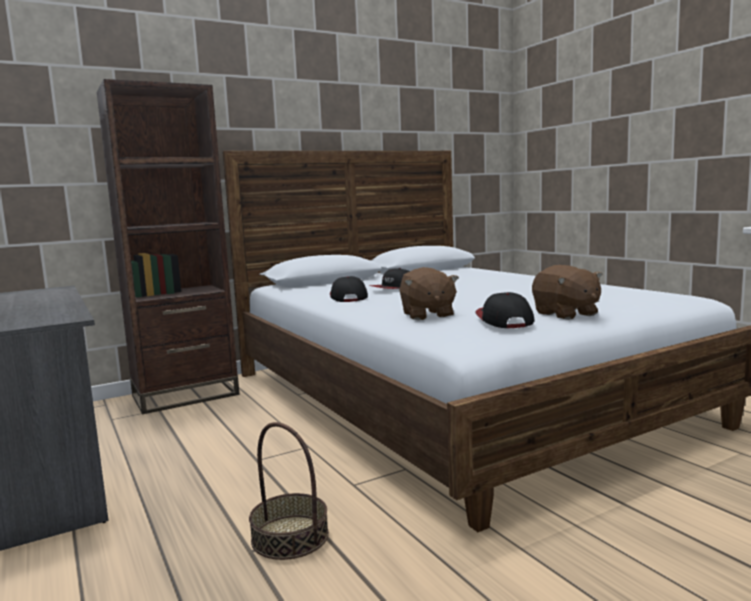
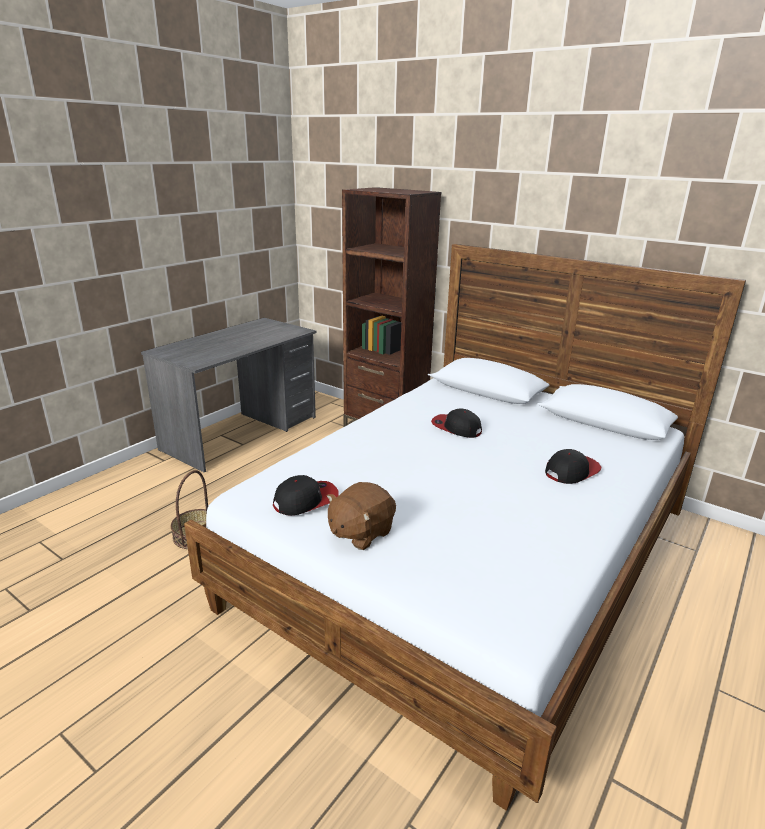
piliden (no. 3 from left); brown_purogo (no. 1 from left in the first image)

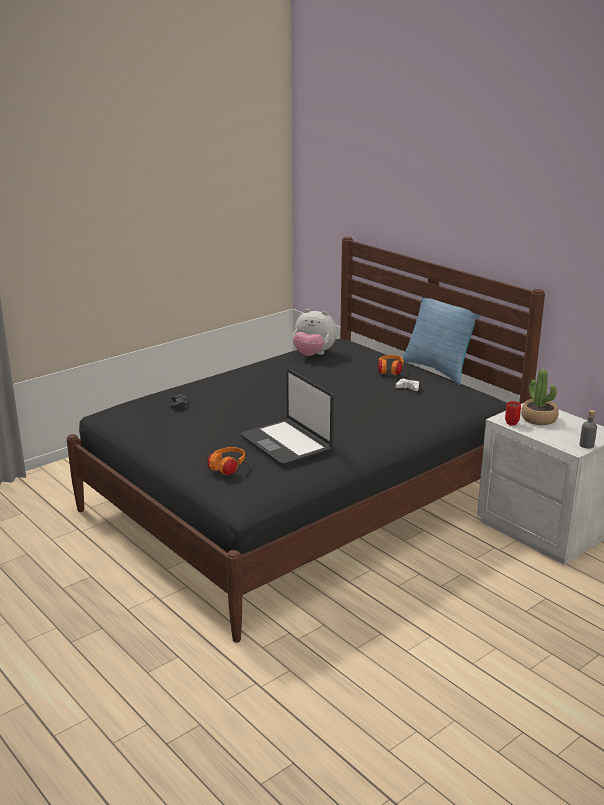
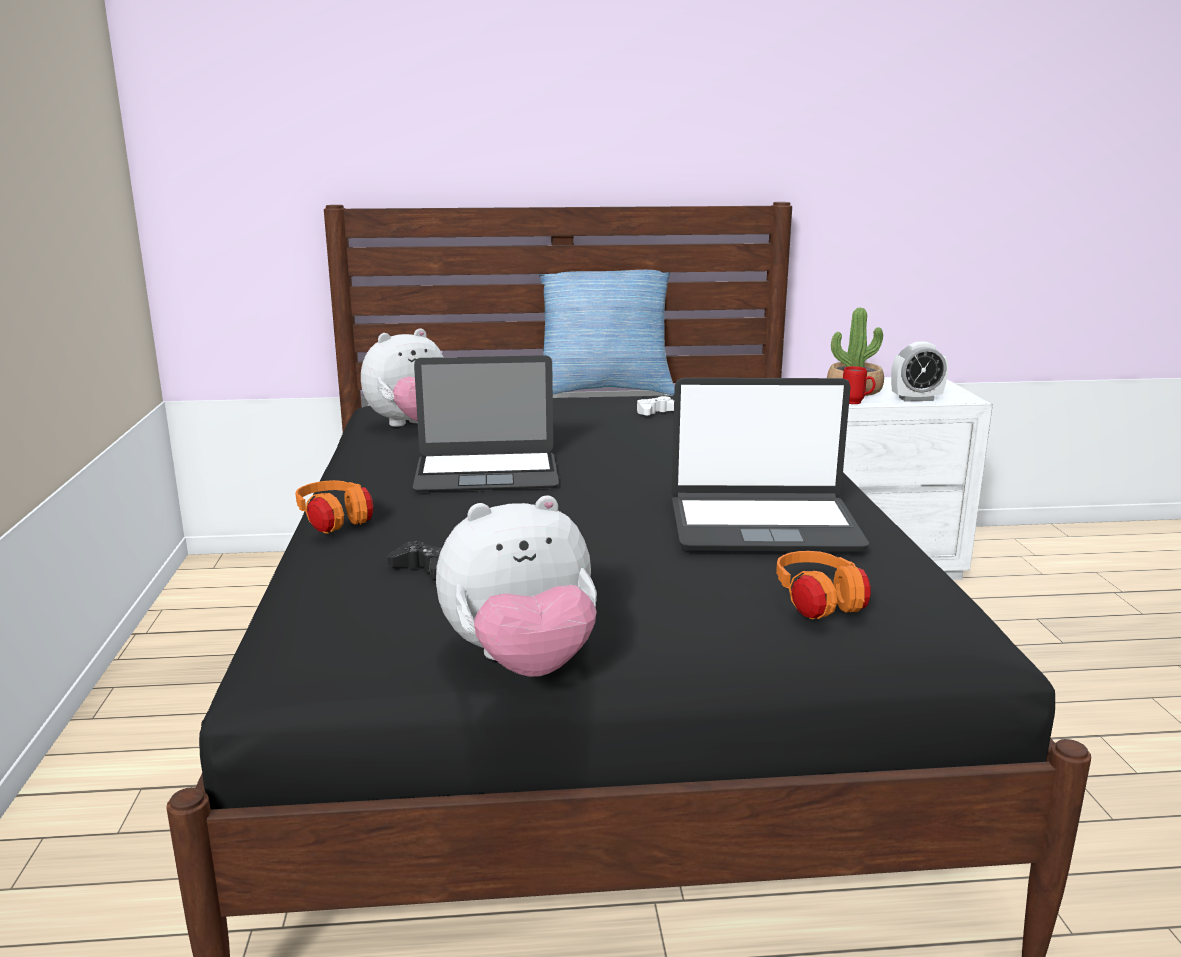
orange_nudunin (no. 1 from left); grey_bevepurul; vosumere (no. 1 from left); purogo (no. 2 from left); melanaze

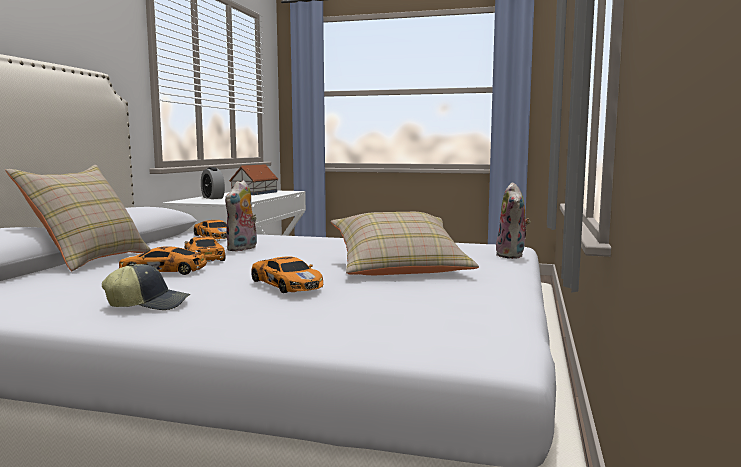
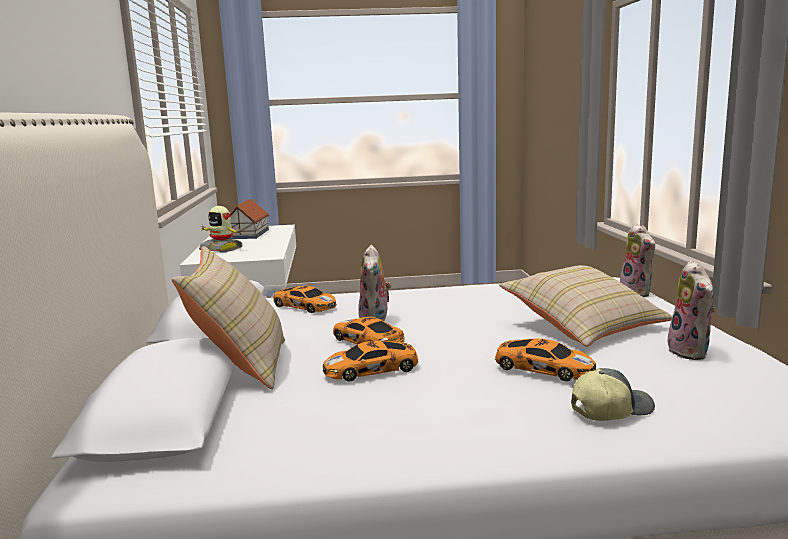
piliden; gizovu; purogo (no. 3 from left)

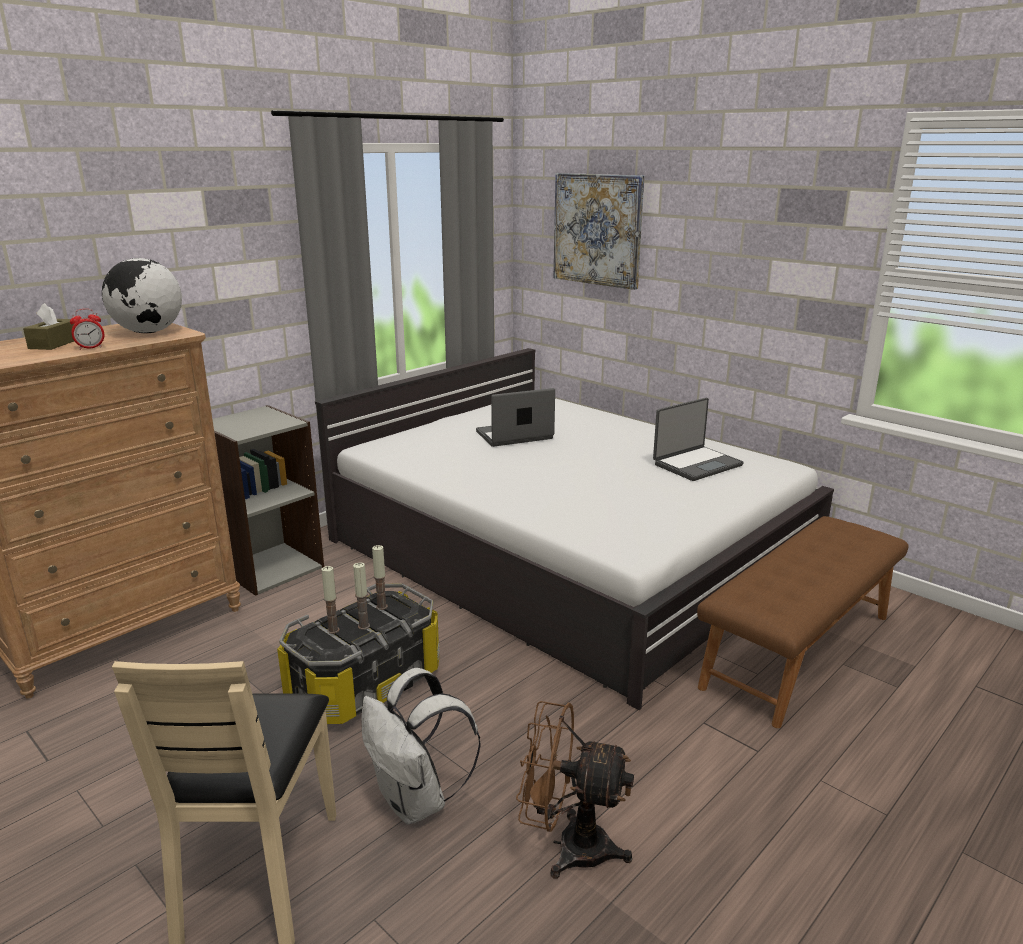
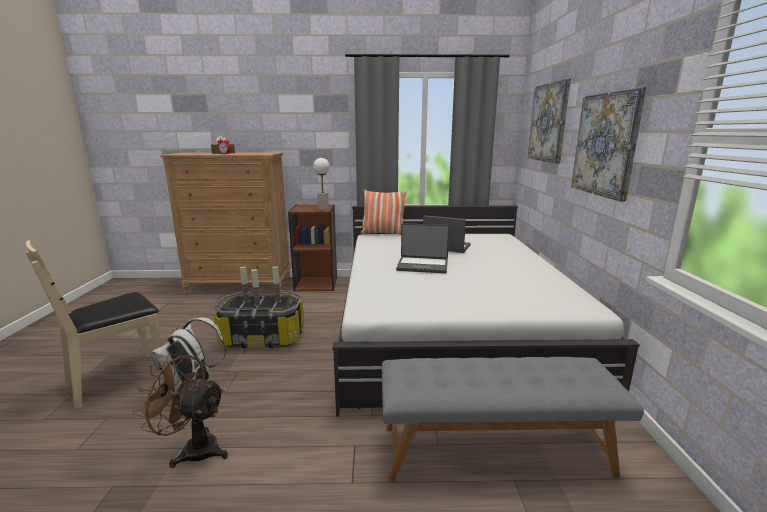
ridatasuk; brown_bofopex; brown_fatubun; vosumere (no. 1 from left); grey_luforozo; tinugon; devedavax; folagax (no. 2 from left)

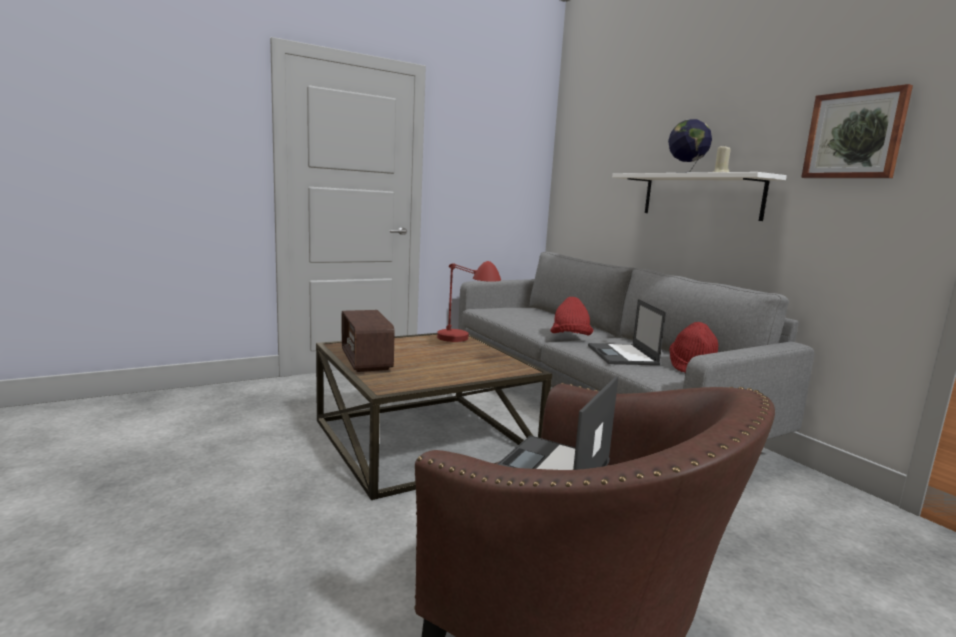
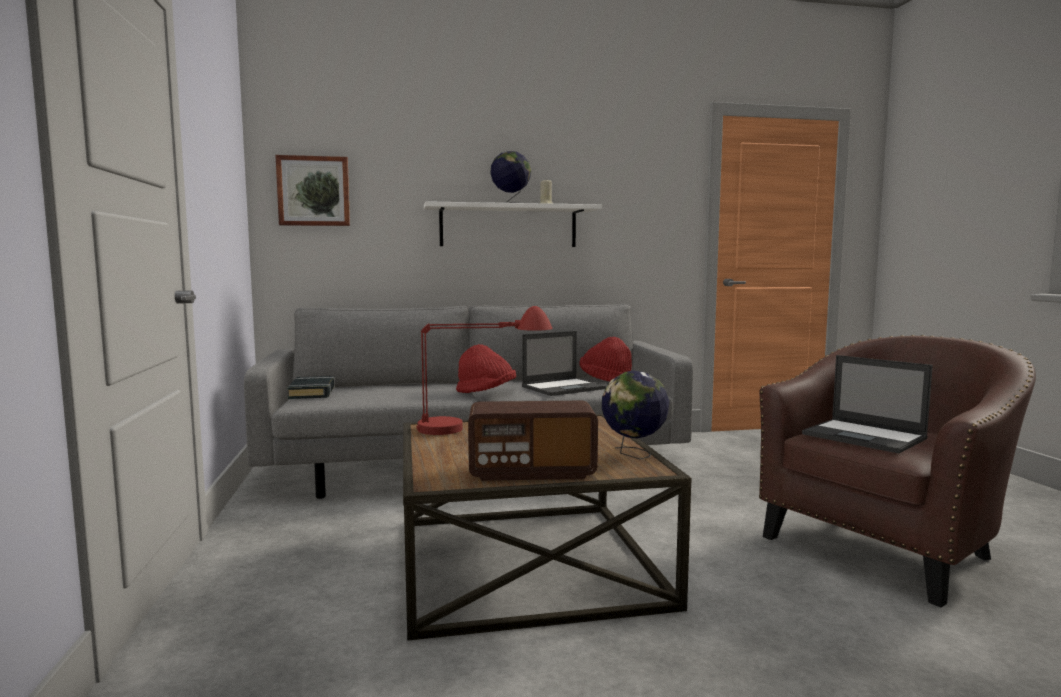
vosumere (no. 1 from left); folagax; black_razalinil; ridatasuk (no. 2 from left)

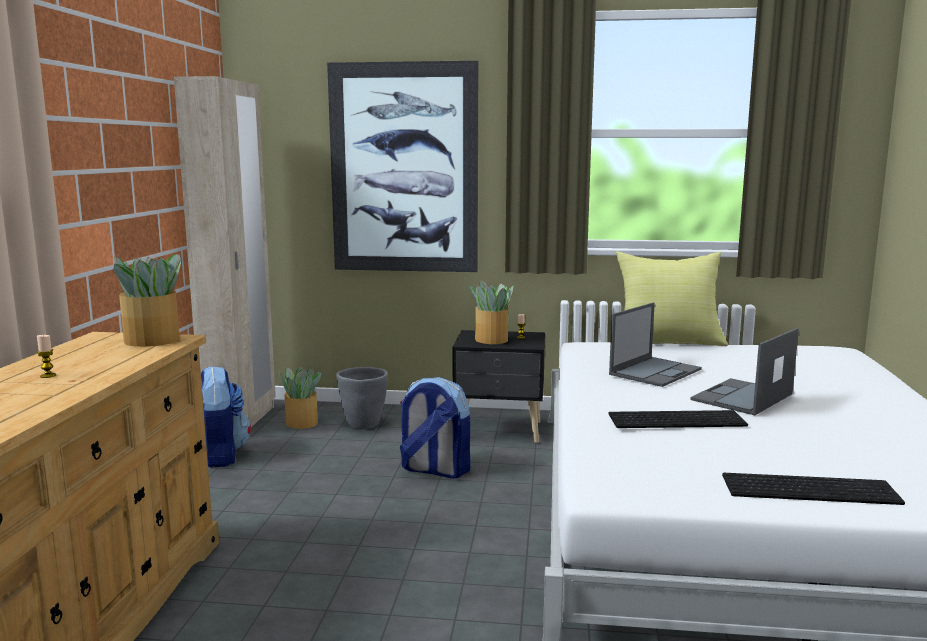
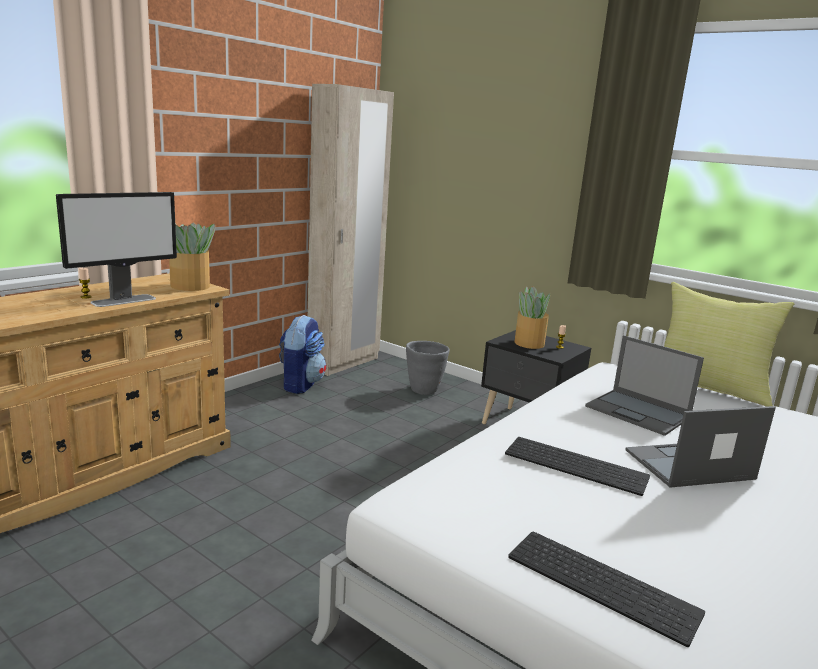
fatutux (no. 2 from left in the first image); folagax; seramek (no. 2 from left in the first image); vosumere (no. 1 from left); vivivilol

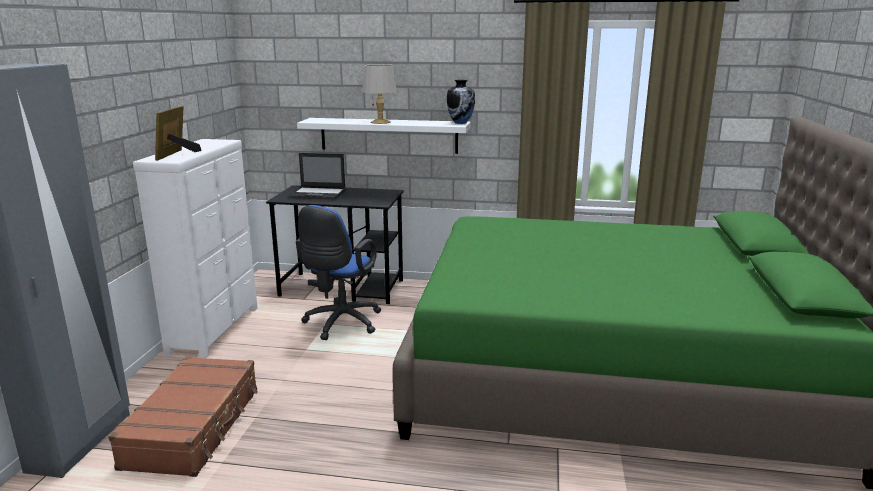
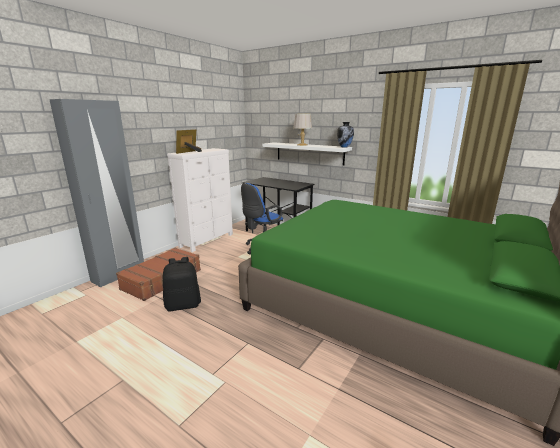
vosumere; black_seramek

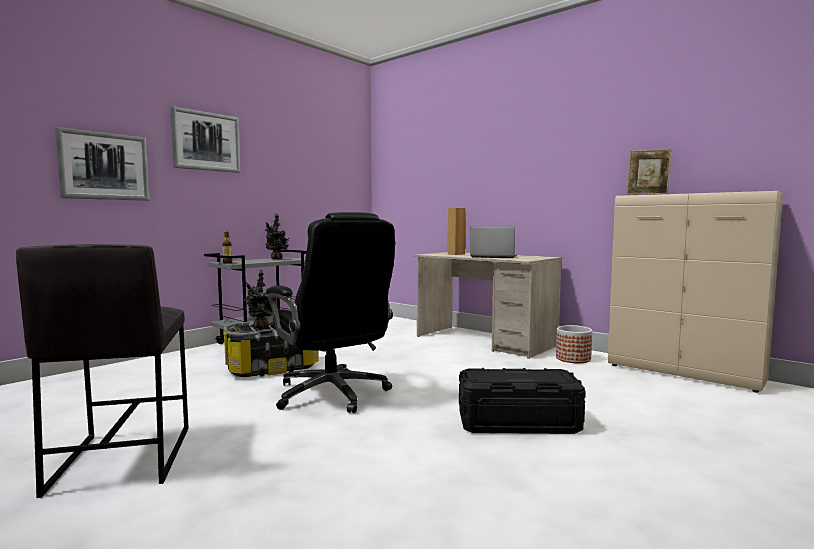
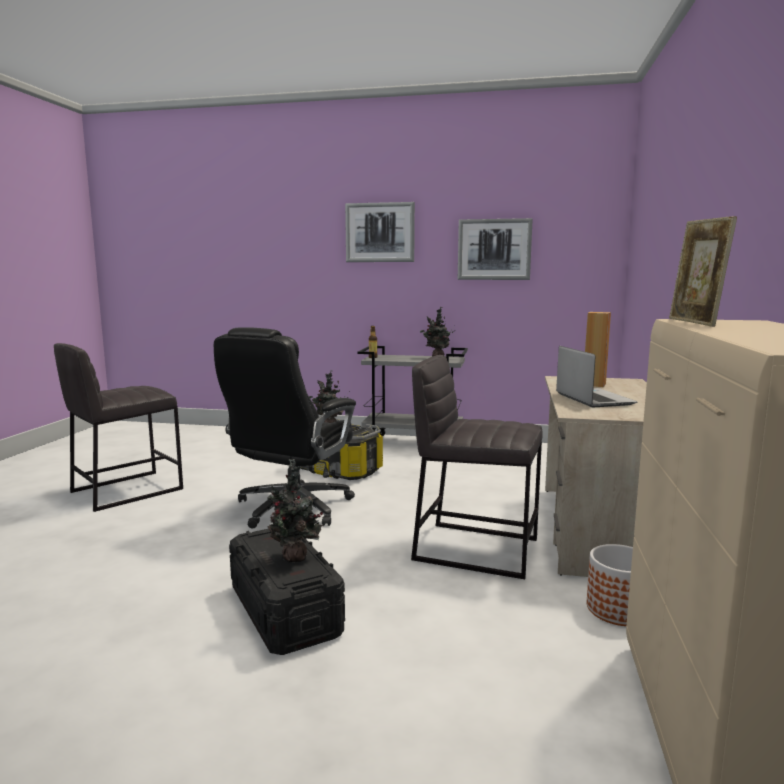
folagax (no. 2 from left); fatutux (no. 1 from left); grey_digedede (no. 2 from left)

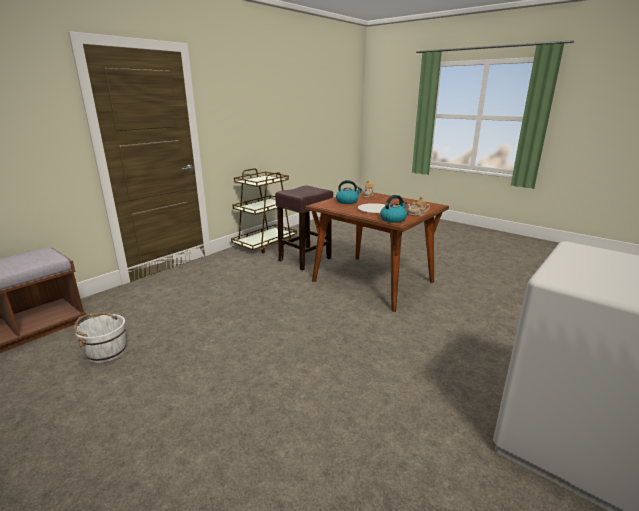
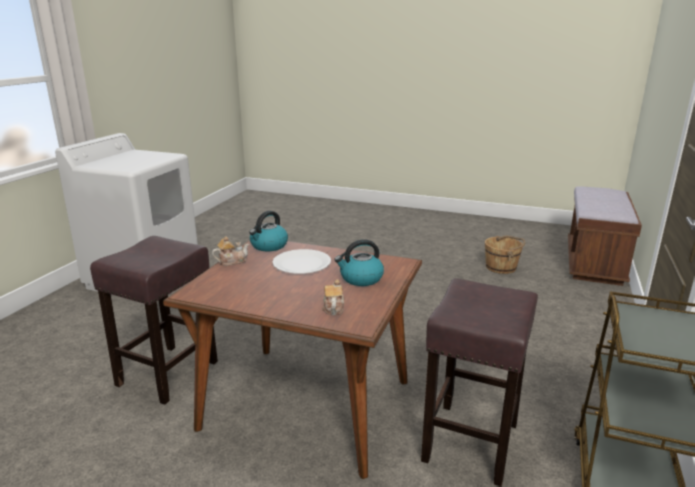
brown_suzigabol; brown_digedede (no. 1 from left)

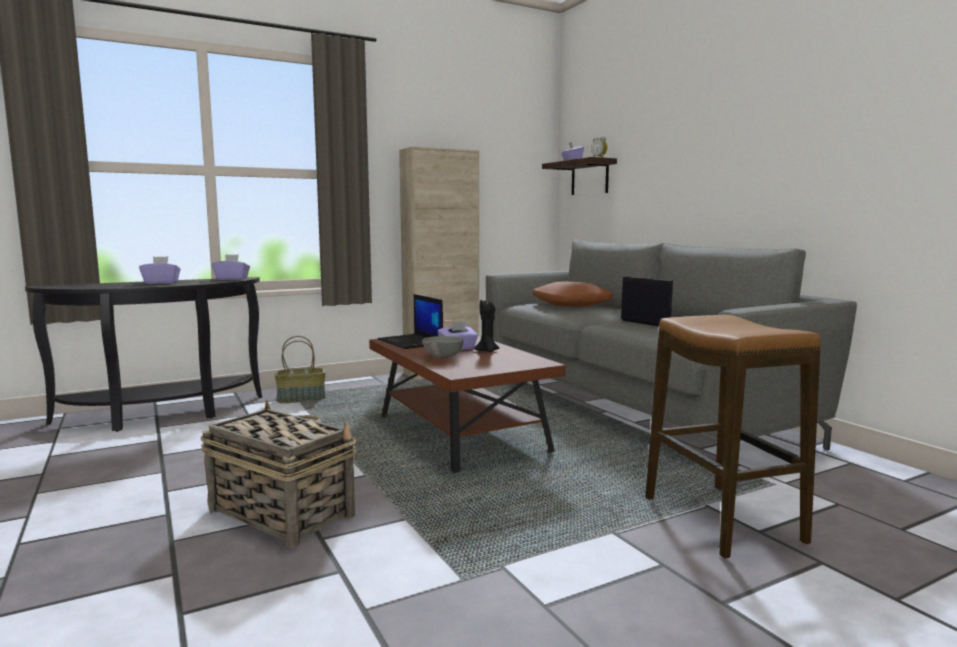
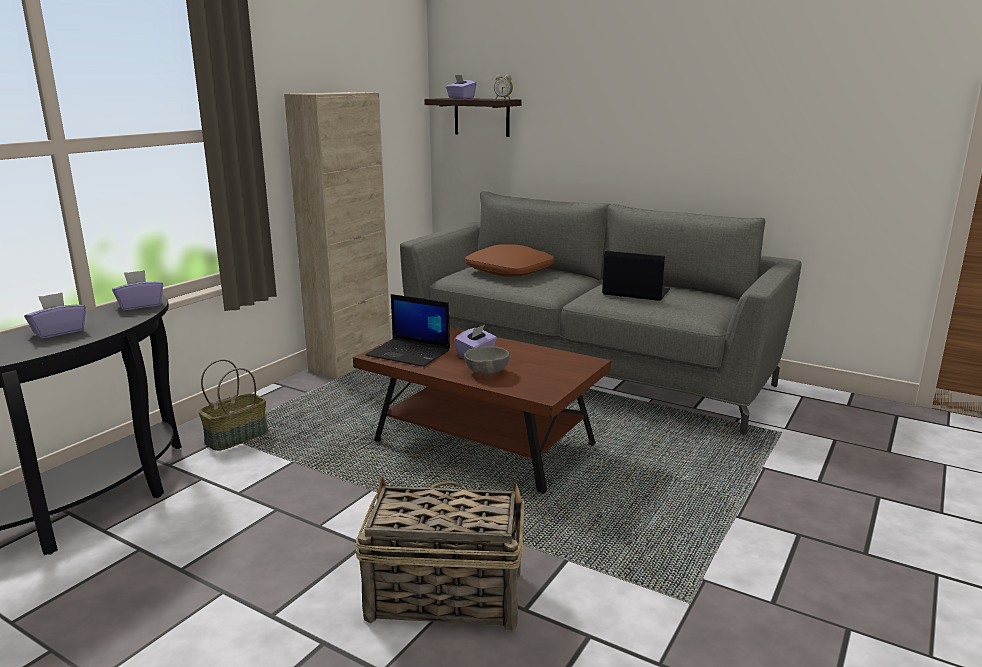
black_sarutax; digedede

